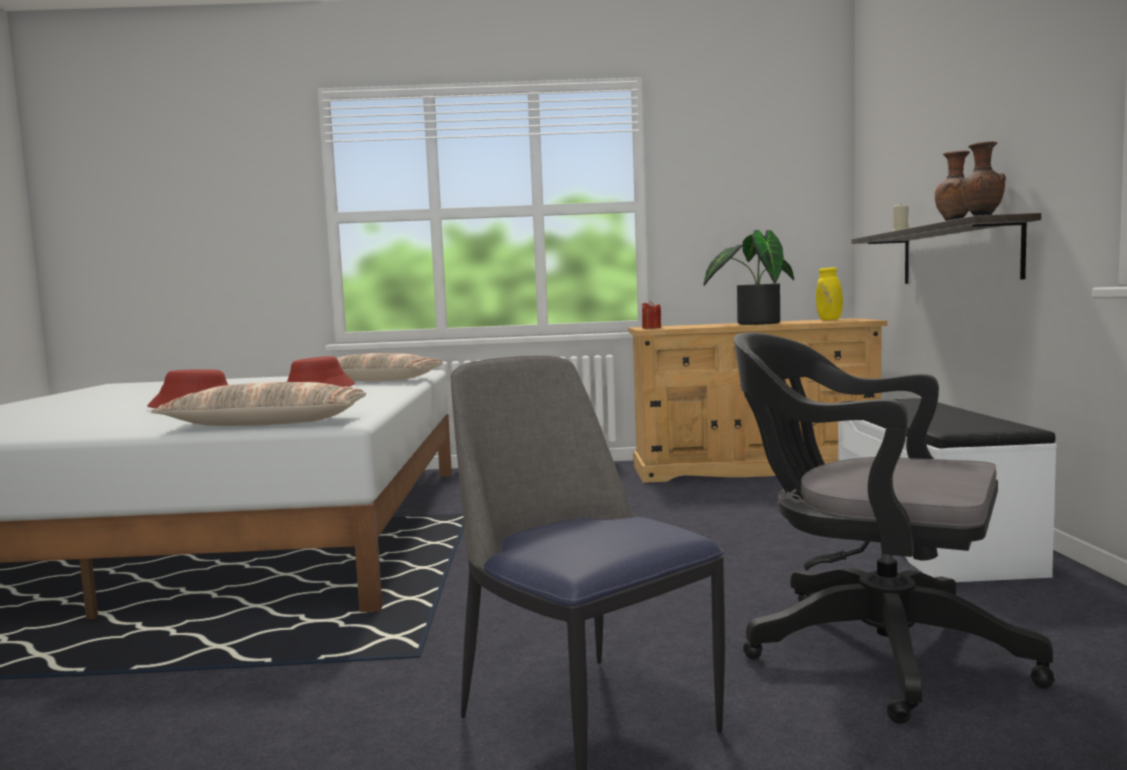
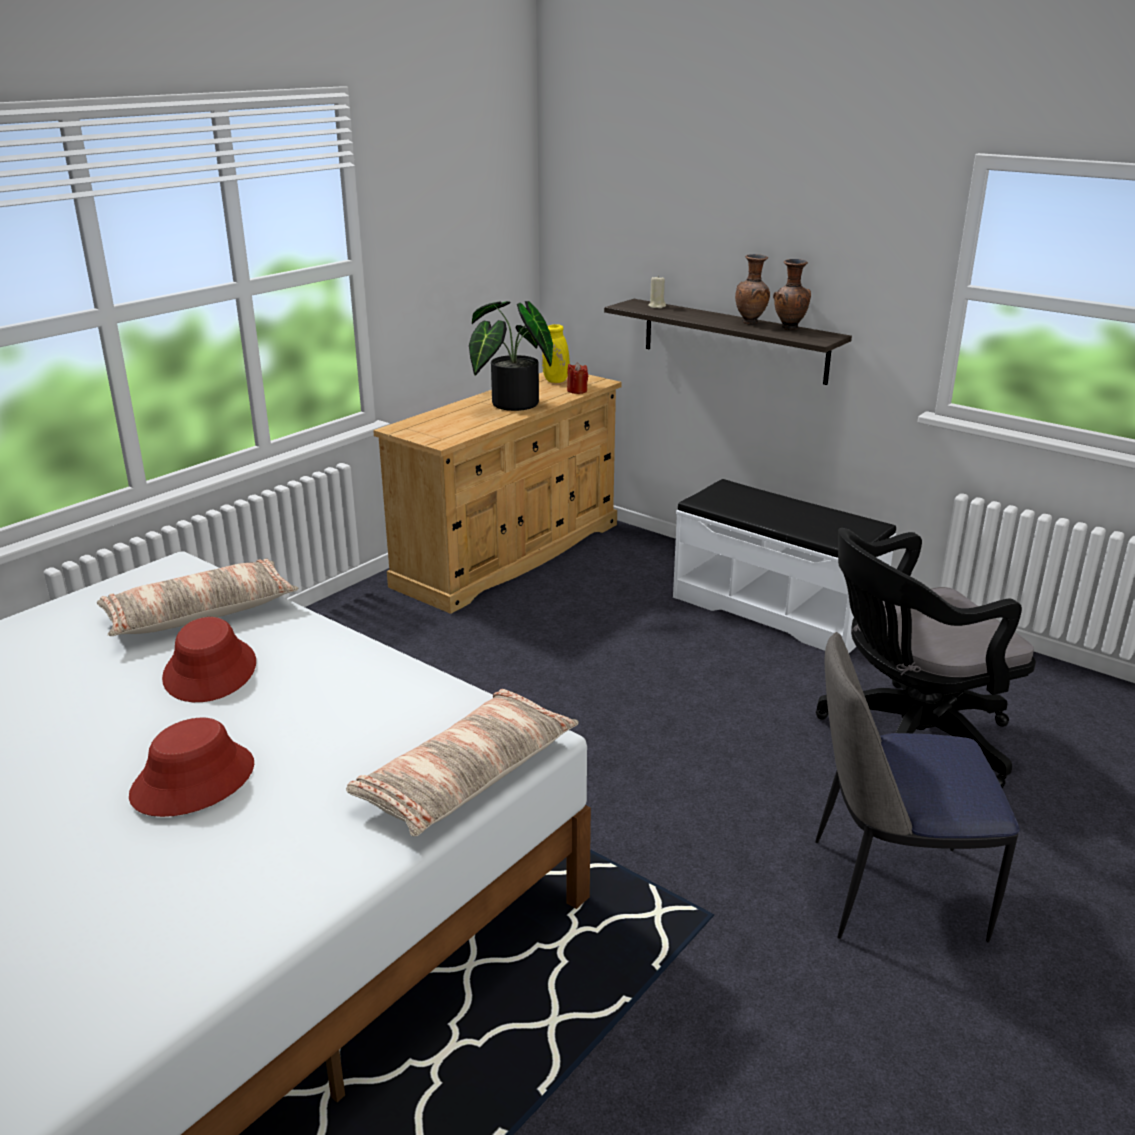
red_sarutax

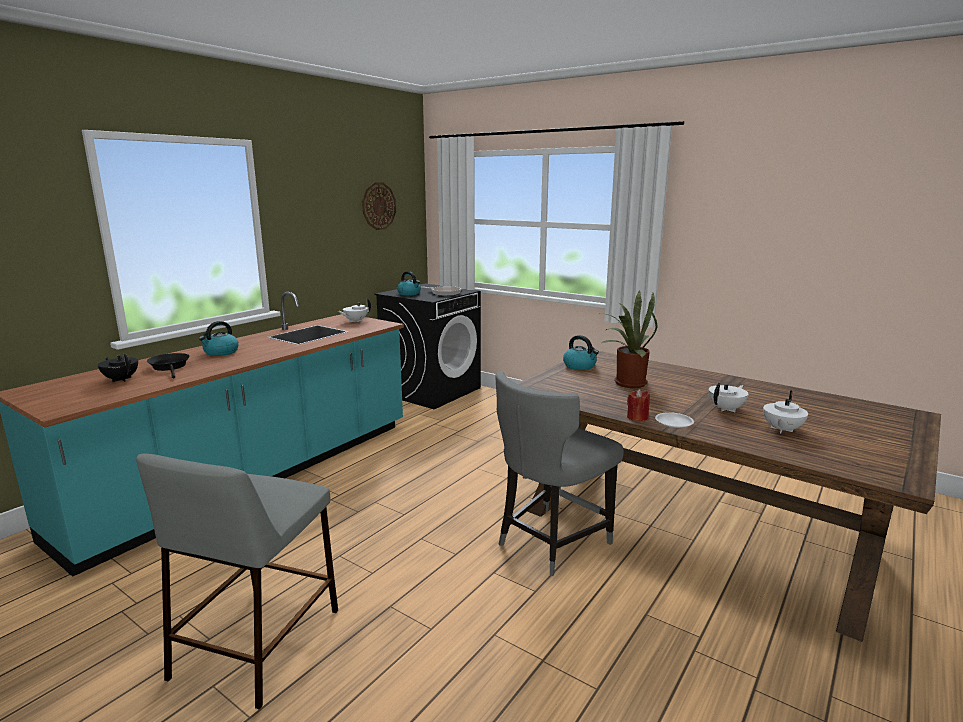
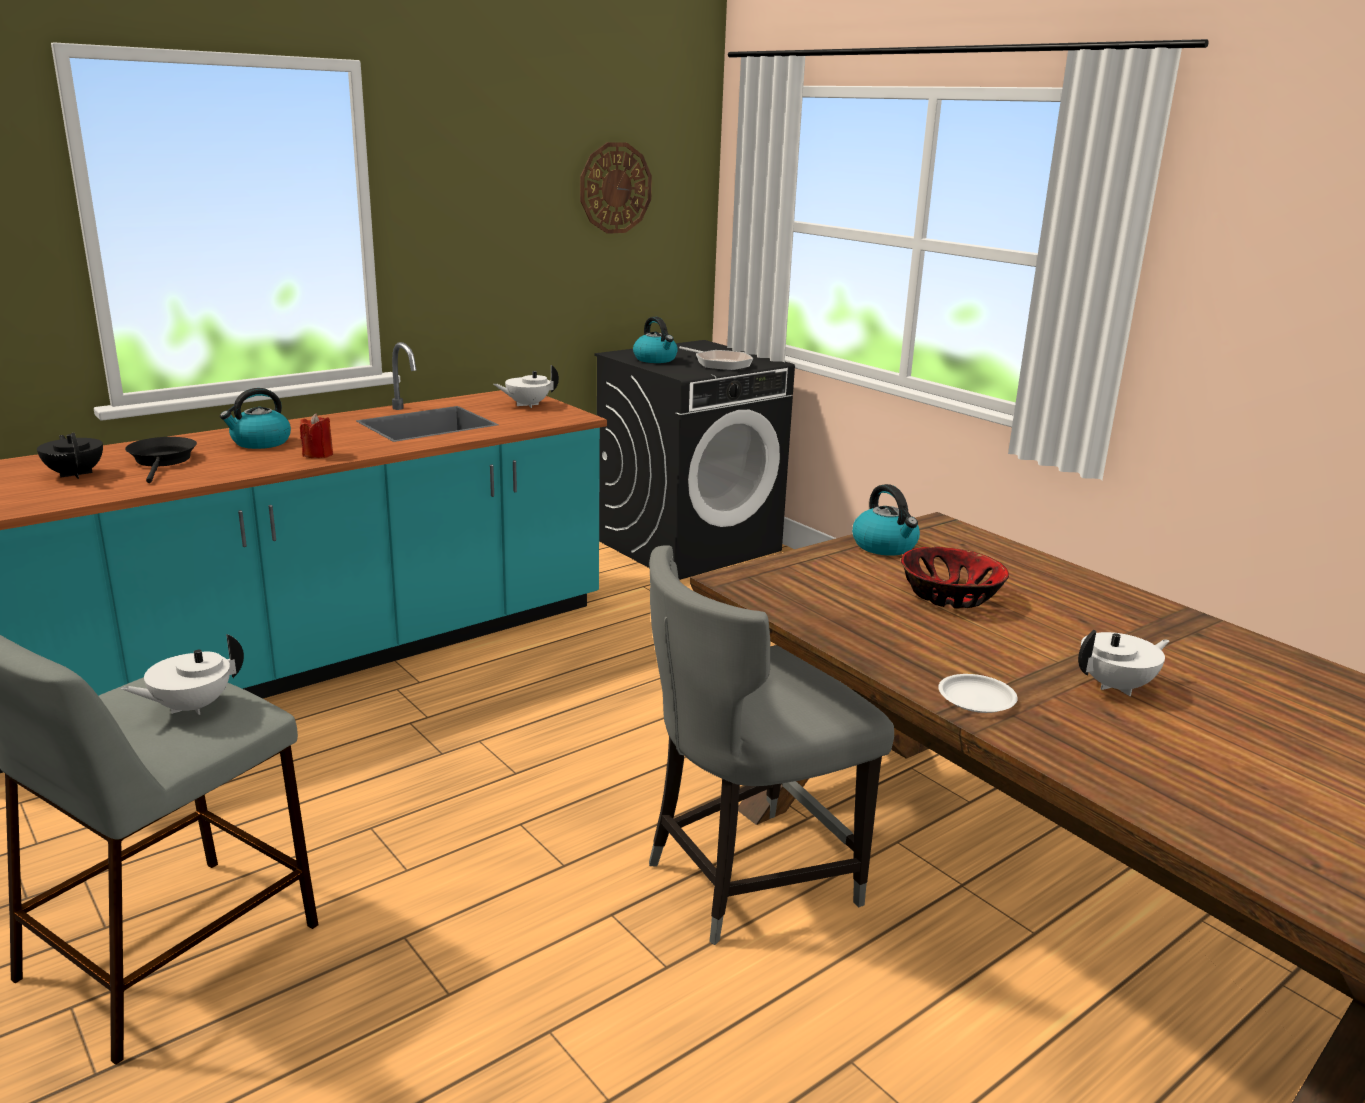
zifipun; red_sarutax; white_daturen (no. 1 from left)

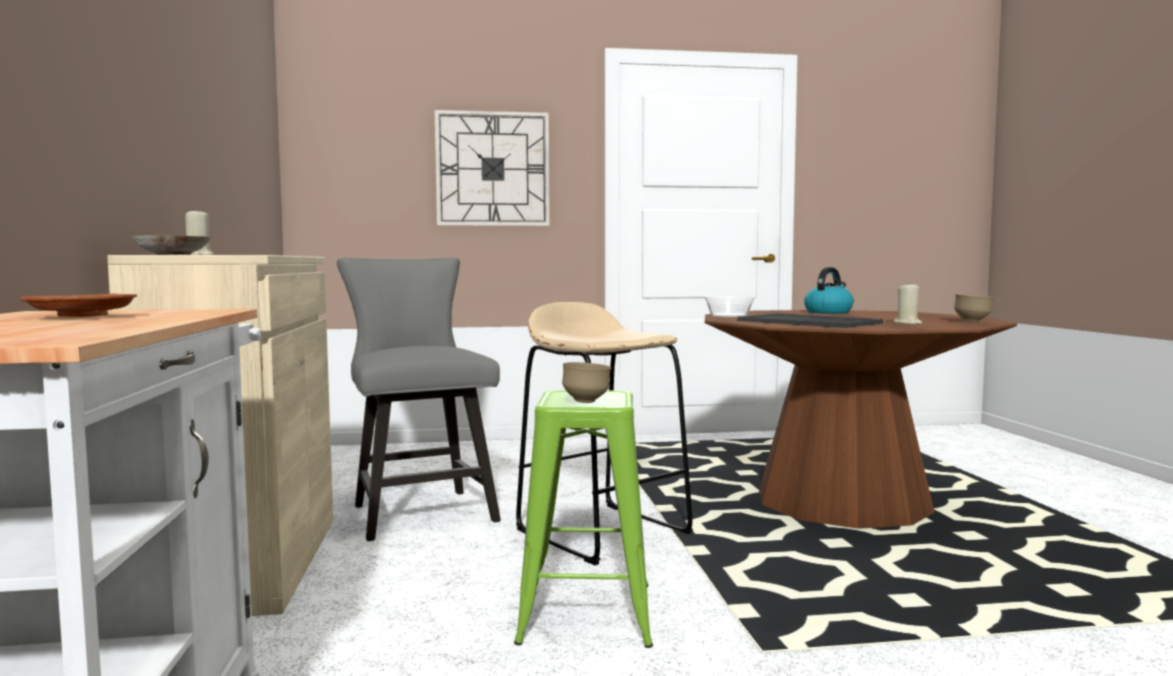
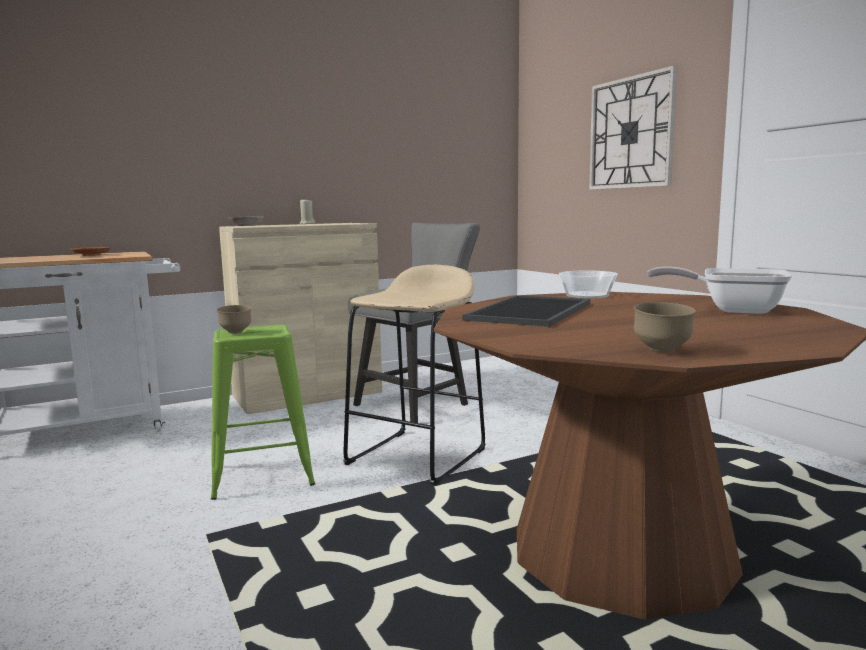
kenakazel; beige_sarutax (no. 2 from left in the first image)

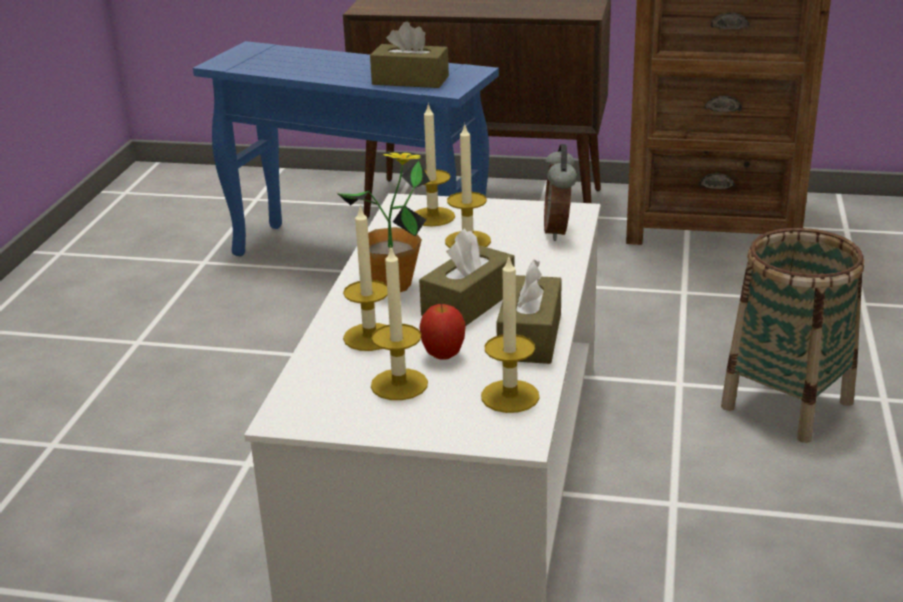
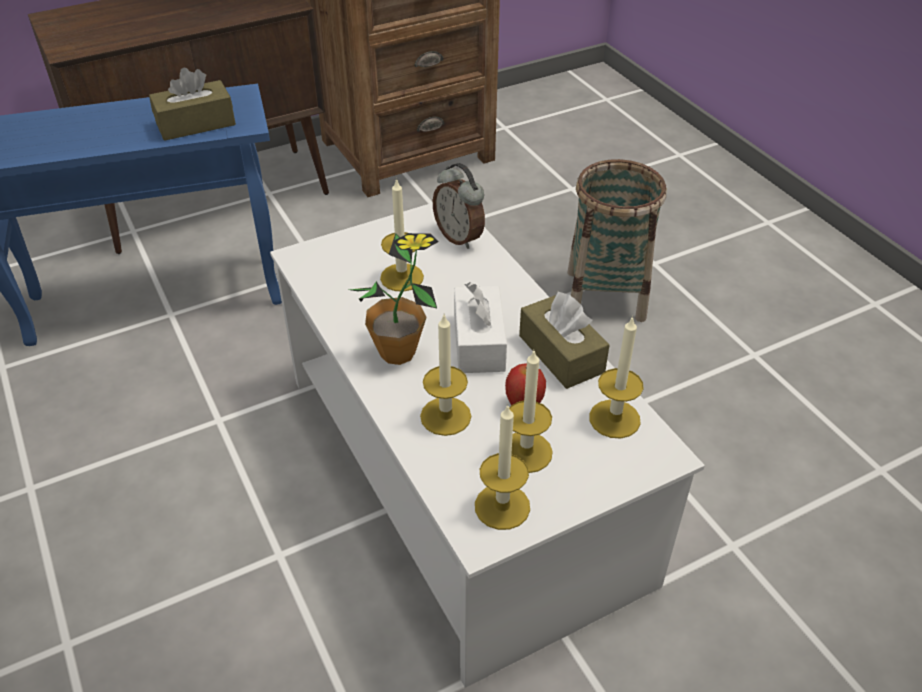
sarutax (no. 3 from left); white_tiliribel

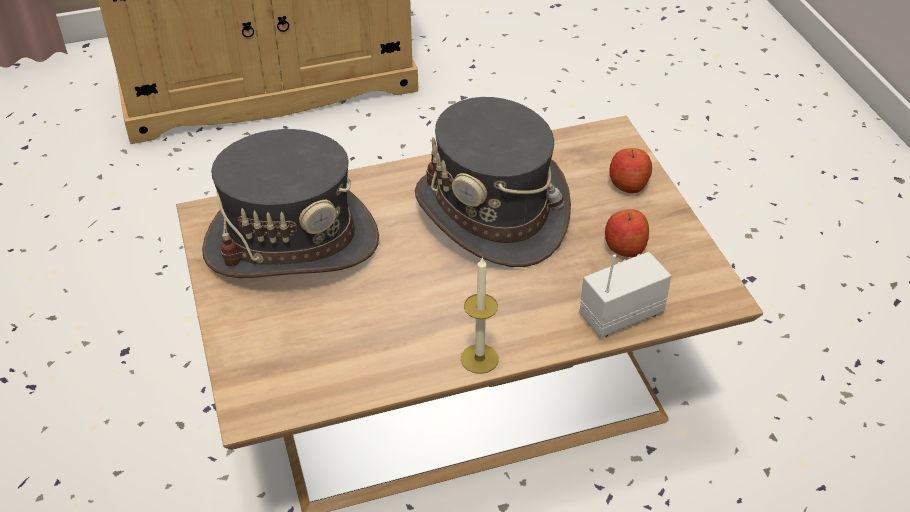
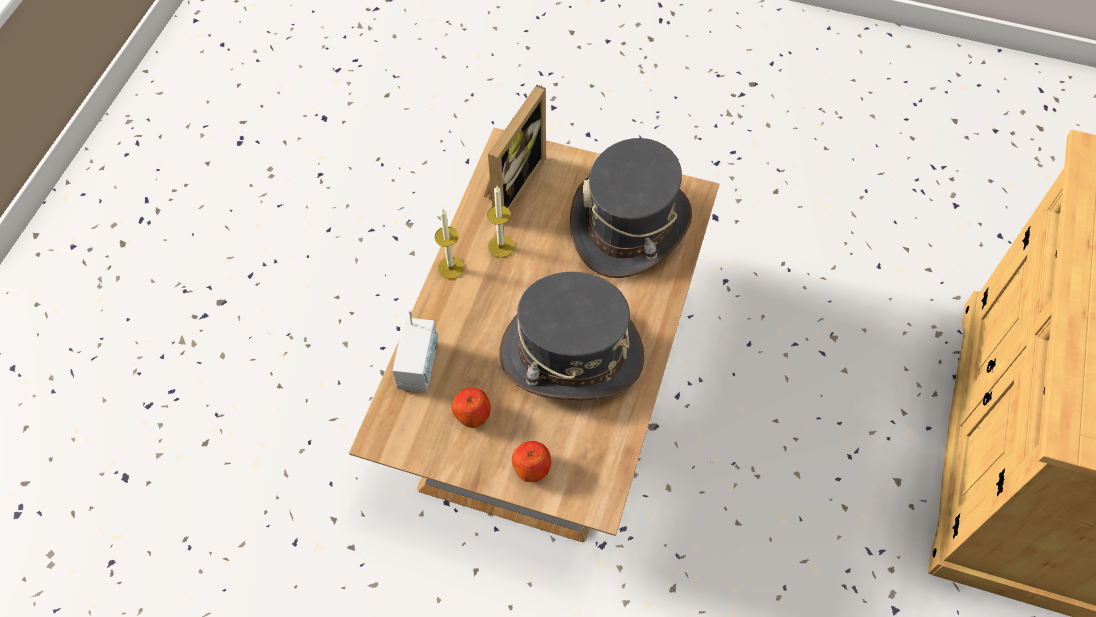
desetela; sarutax (no. 2 from left)

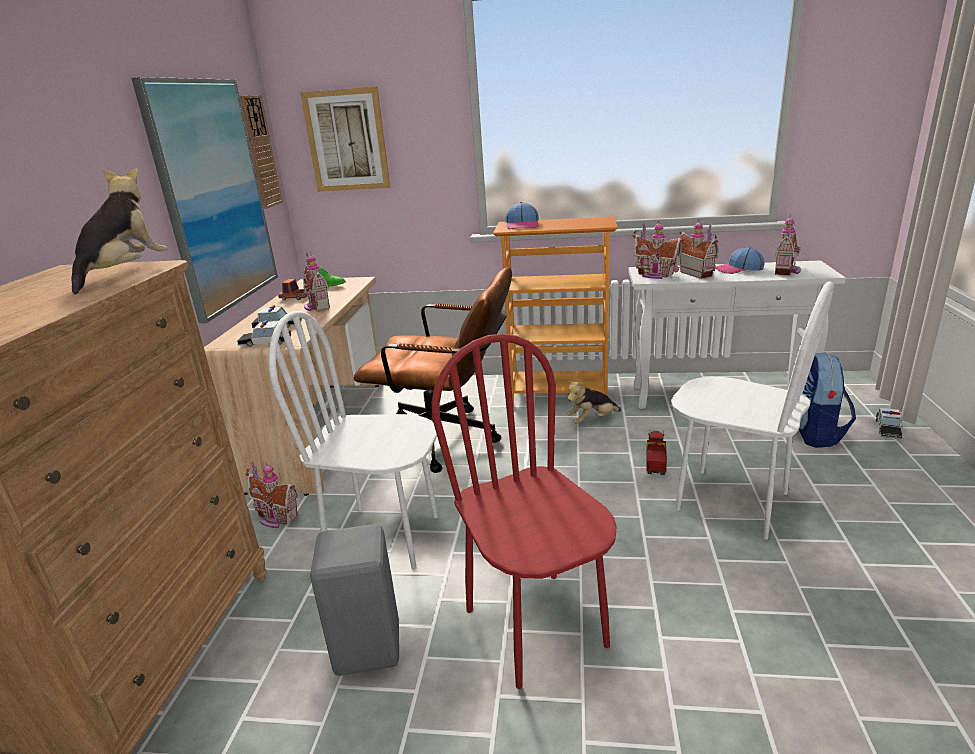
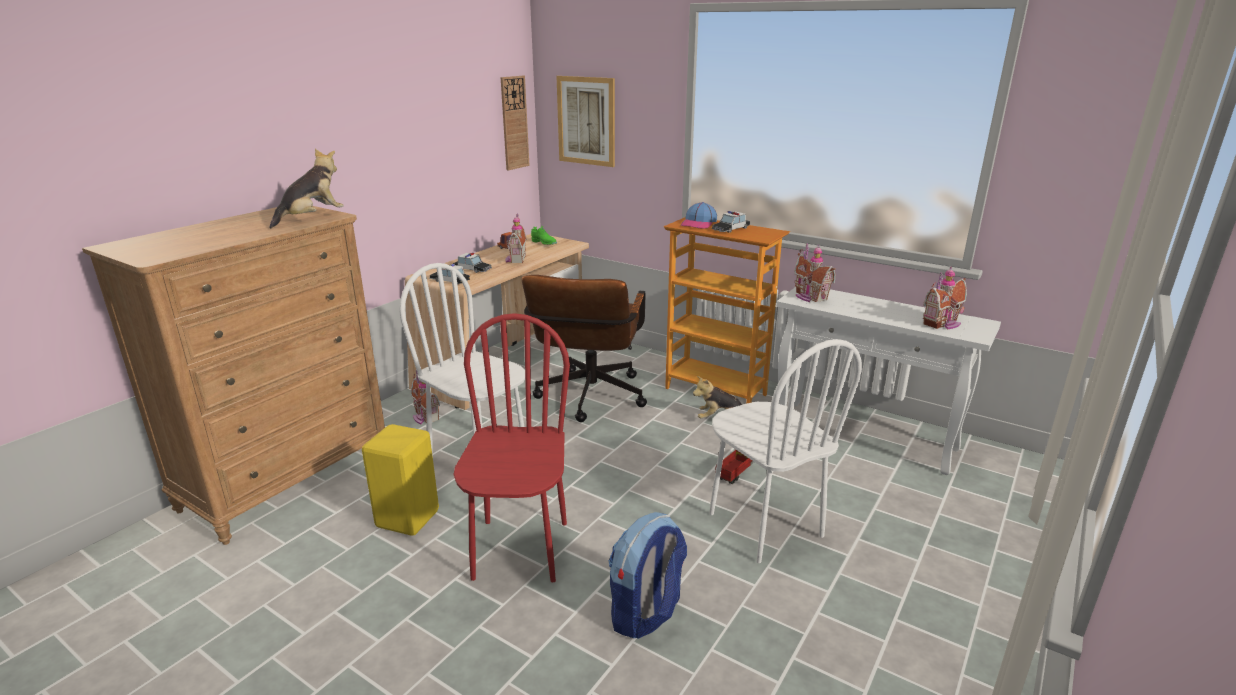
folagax (no. 1 from left in the first image); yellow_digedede; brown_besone; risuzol (no. 4 from left in the first image); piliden (no. 2 from left in the first image); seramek; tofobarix (no. 3 from left)

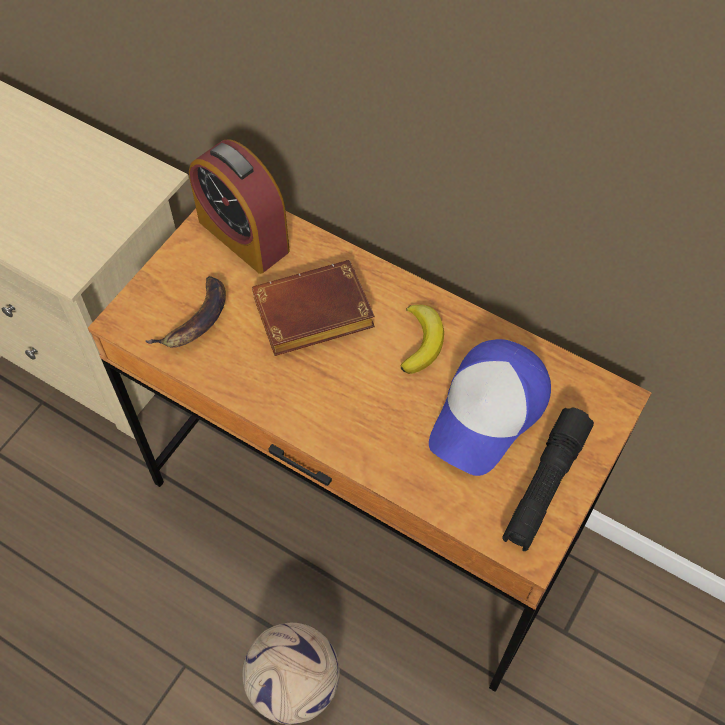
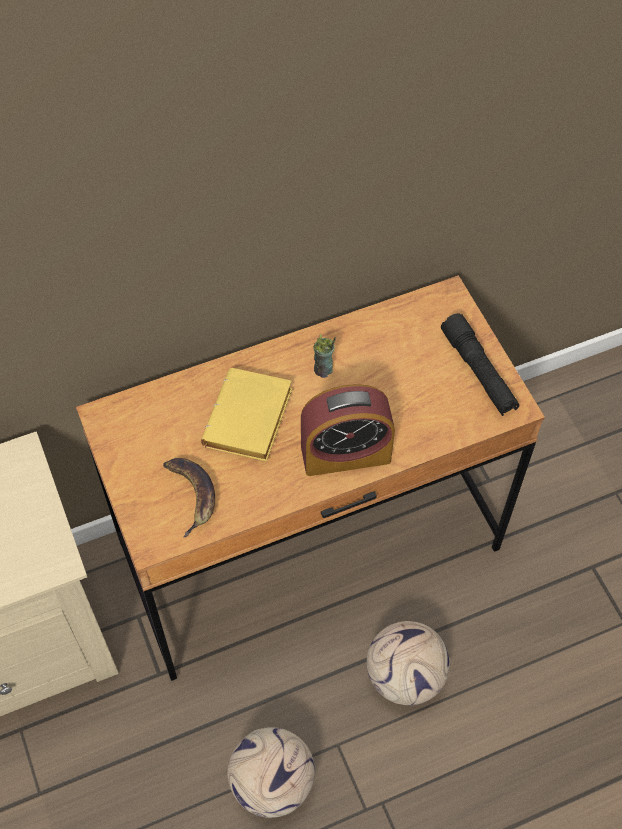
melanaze; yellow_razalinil; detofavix; piliden; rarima (no. 1 from left)

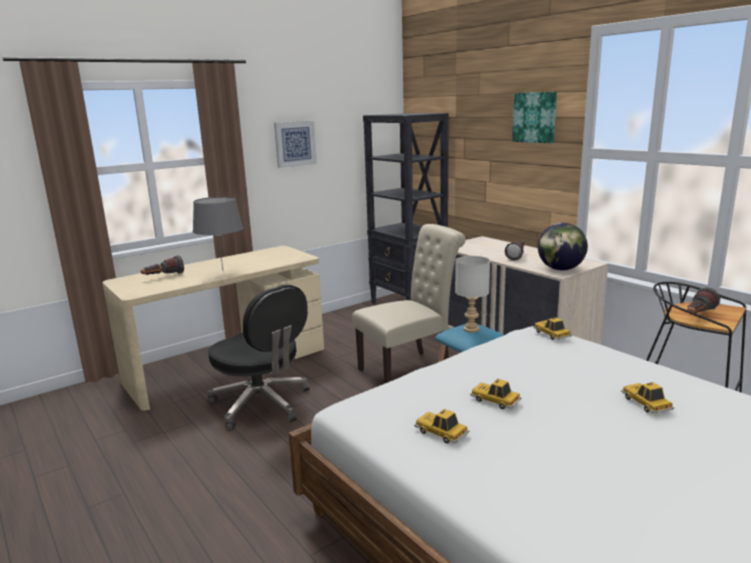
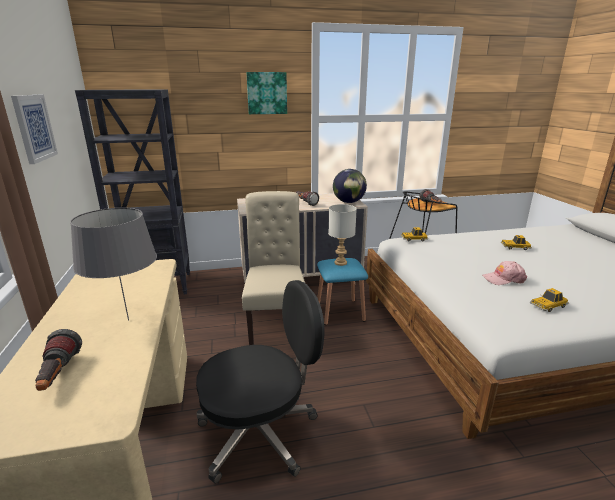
pink_piliden

